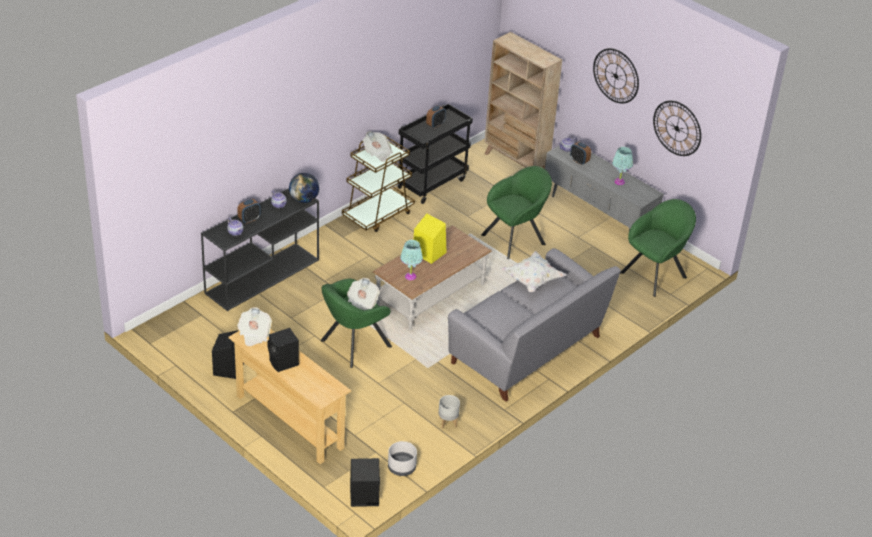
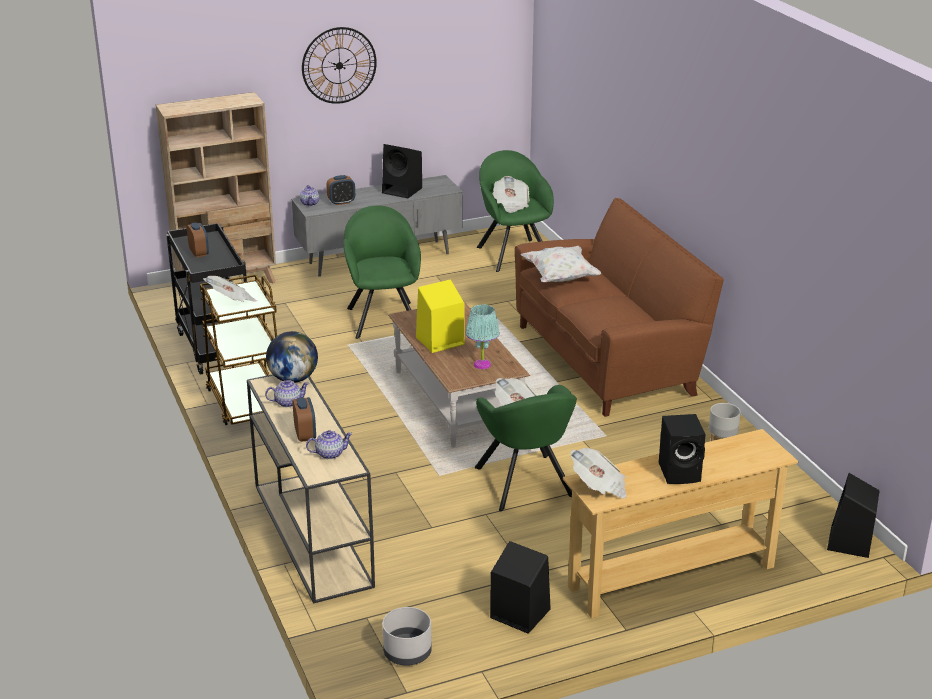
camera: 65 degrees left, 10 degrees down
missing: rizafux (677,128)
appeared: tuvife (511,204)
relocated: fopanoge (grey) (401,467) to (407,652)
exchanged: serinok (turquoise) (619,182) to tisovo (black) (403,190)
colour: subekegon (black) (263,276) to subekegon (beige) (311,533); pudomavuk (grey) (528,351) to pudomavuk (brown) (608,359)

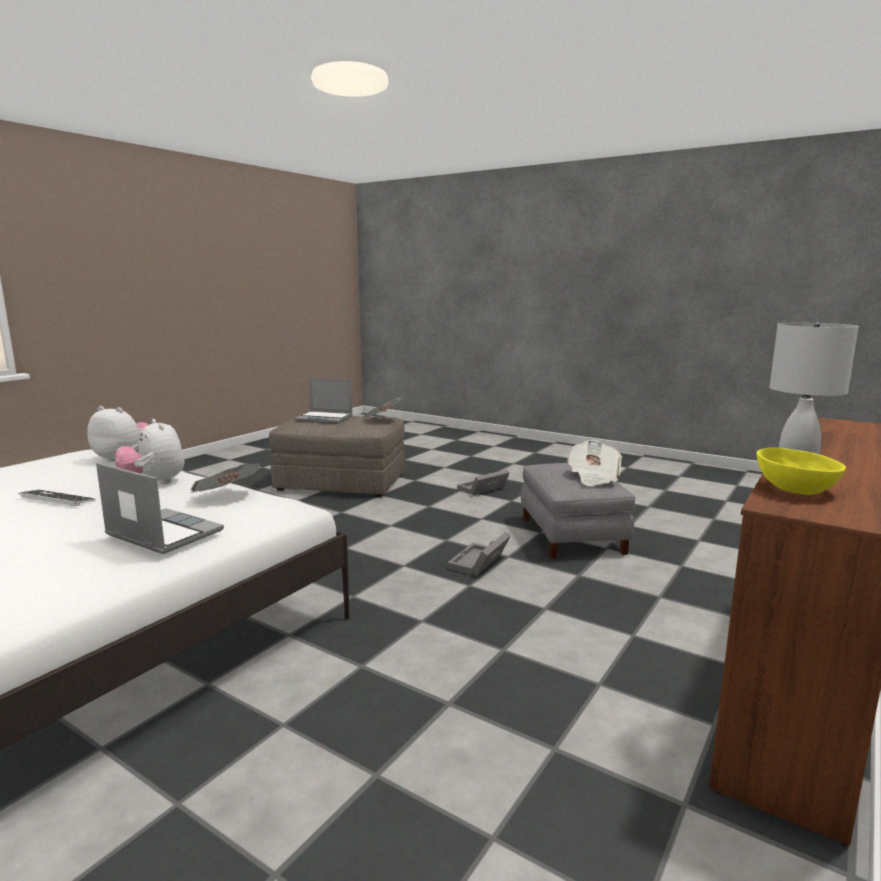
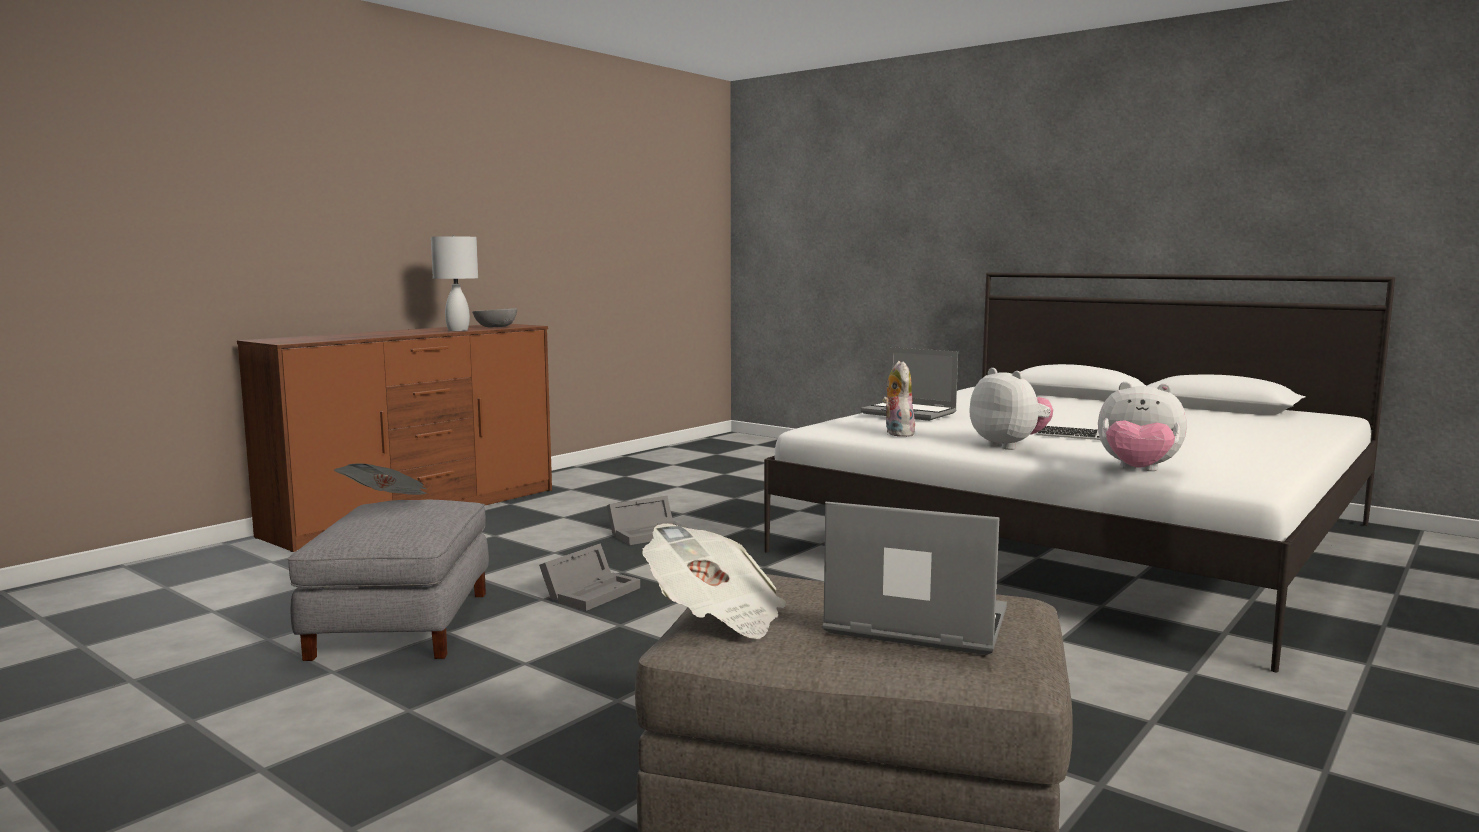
camera: 175 degrees left, 5 degrees down
relocated: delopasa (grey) (482,489) to (649,533)
exchanged: tuvife (226,496) to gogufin (896,433)
colour: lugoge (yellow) (794,489) to lugoge (grey) (496,327)

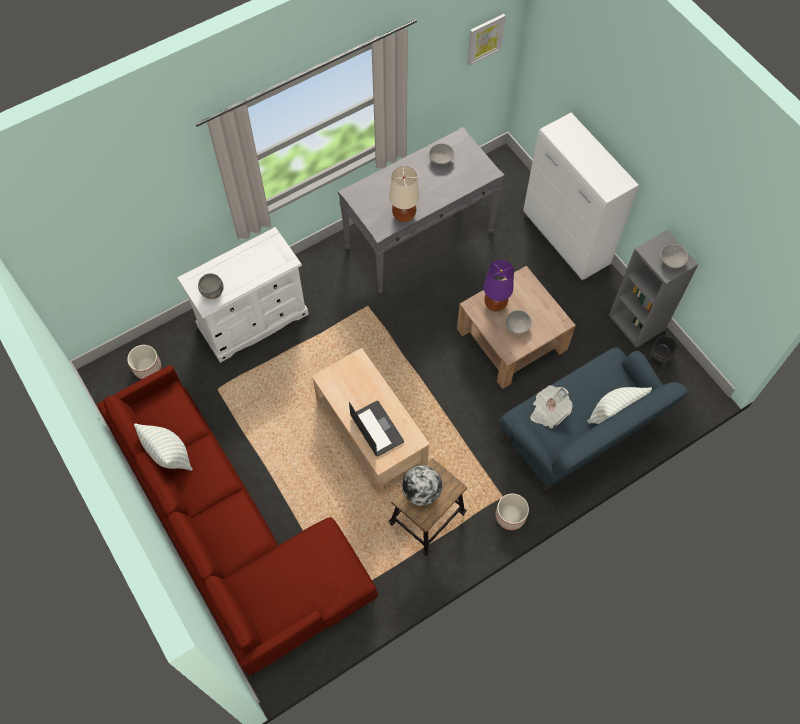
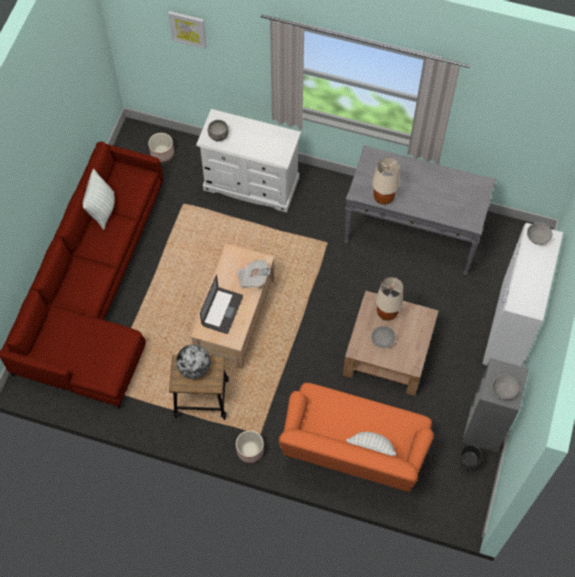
camera: 50 degrees right, 0 degrees up
relocated: lugoge (grey) (441,159) to (538,237); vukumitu (485,39) to (188,29); tuvife (548,411) to (252,278)
colour: serinok (purple) (495,304) to serinok (beige) (386,313); pudomavuk (blue) (579,434) to pudomavuk (orange) (353,451)

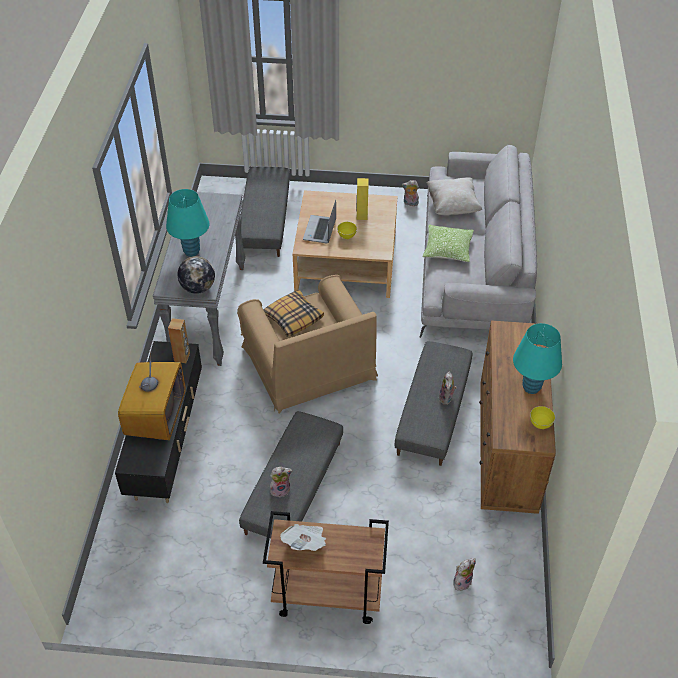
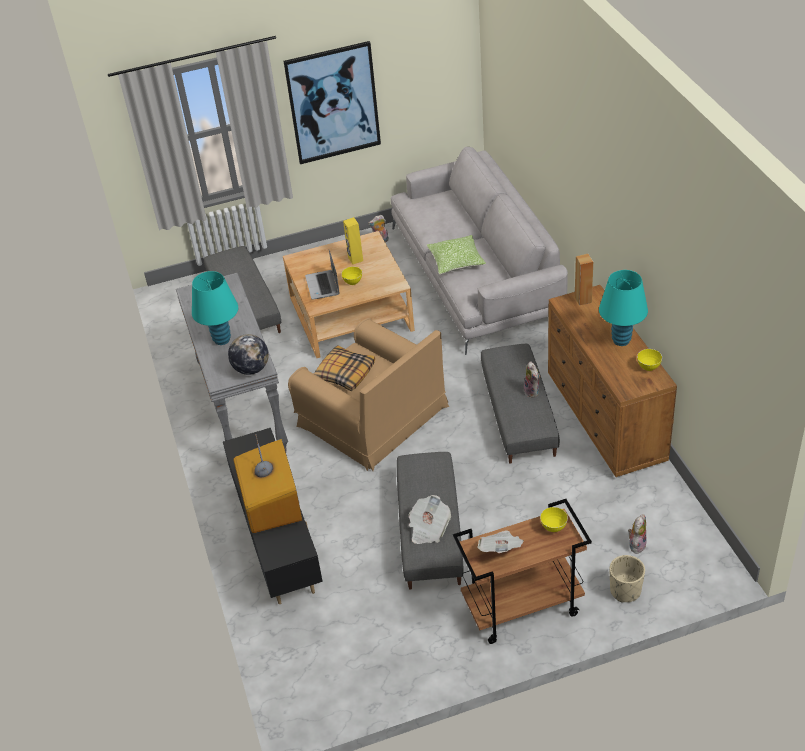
camera: 20 degrees left, 5 degrees down
missing: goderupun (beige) (452,206)
appeared: vukumitu (333,103); lugoge (yellow) (553,527); fopanoge (beige) (625,591)
relocated: tisovo (brown) (182,357) to (583,299)
exchanged: gogufin (280,489) to tuvife (428,528)

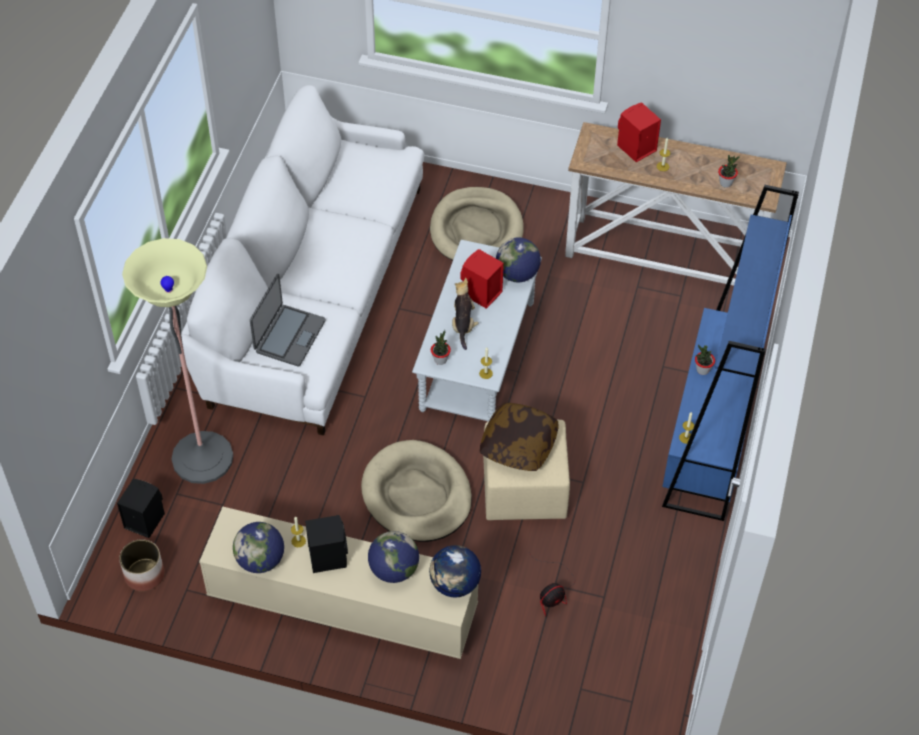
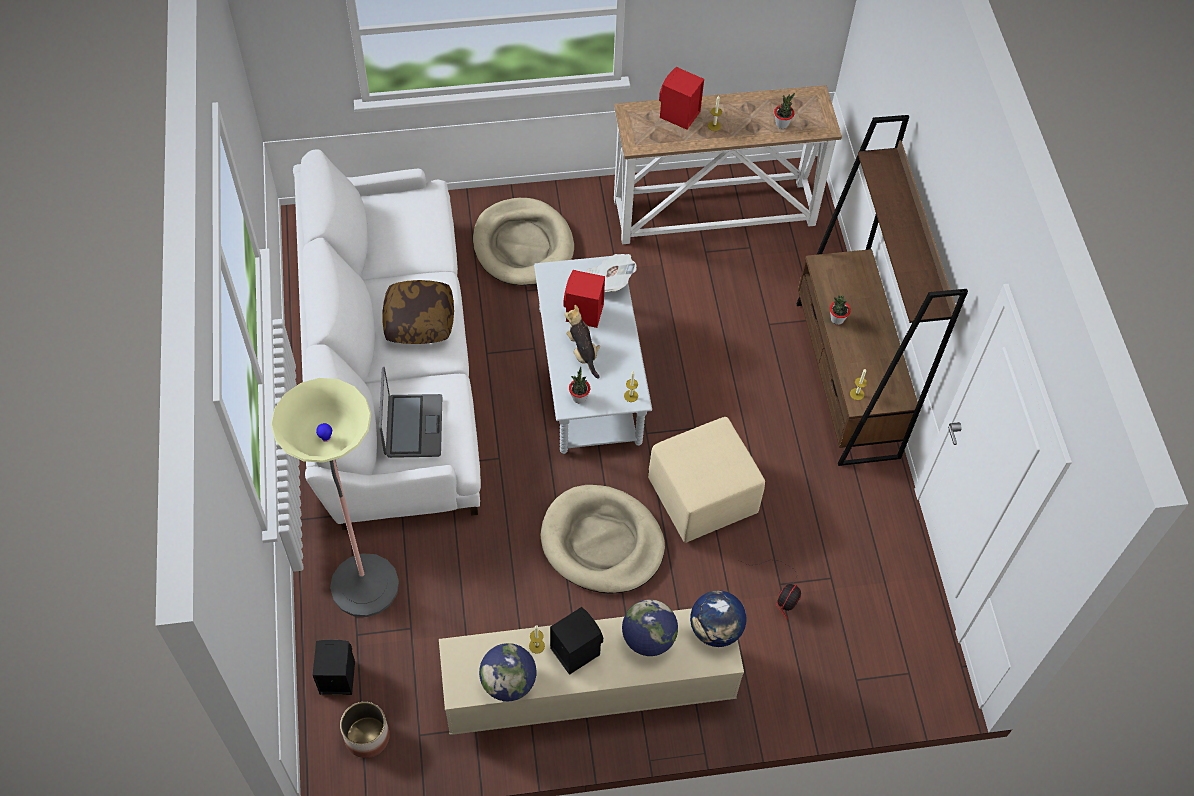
camera: 25 degrees left, 5 degrees up
relocated: goderupun (518,445) to (419,320)
exchanged: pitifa (517,274) to tuvife (609,281)
colour: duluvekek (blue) (710,436) to duluvekek (brown) (846,379)

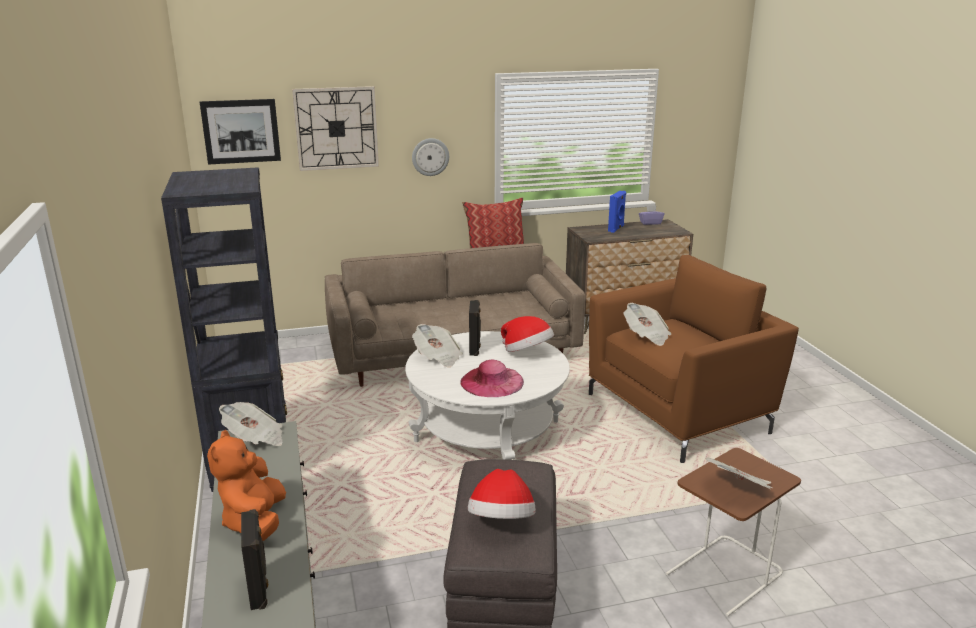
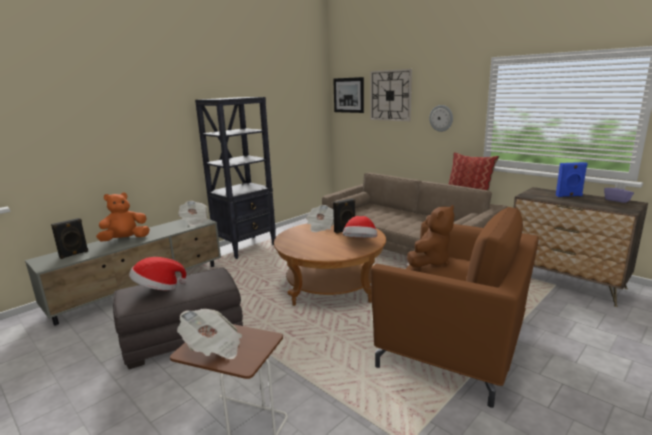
camera: 60 degrees right, 5 degrees down
missing: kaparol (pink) (492,382)
exchanged: tuvife (646,336) to gogufin (brown) (430,261)
colour: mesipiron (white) (487,431) to mesipiron (brown) (331,286)

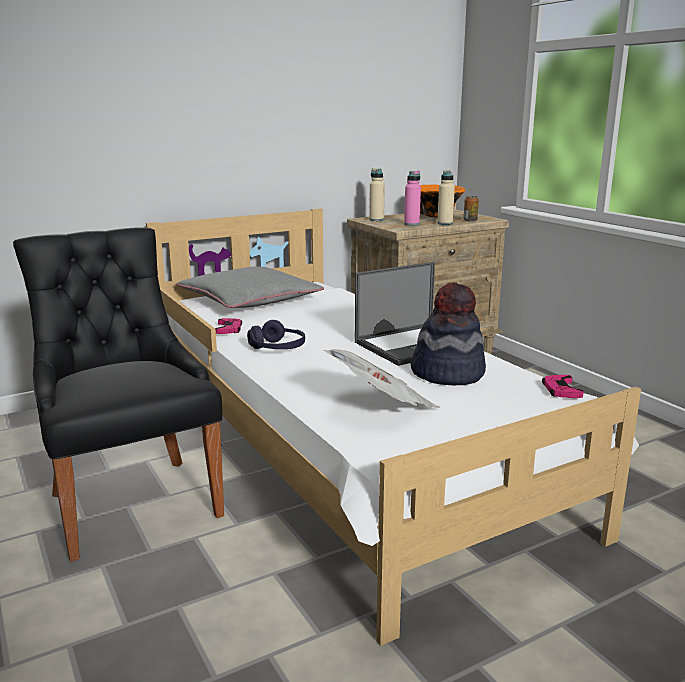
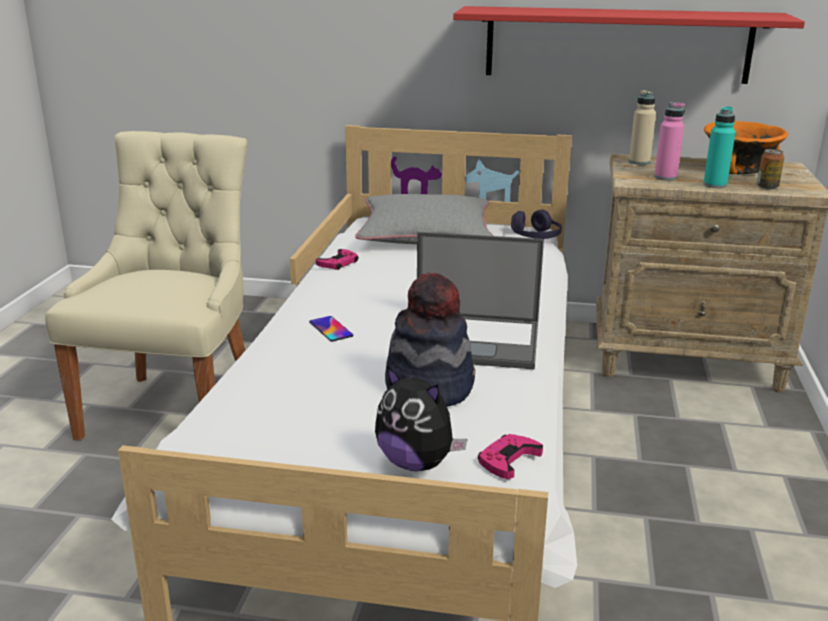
camera: 40 degrees right, 5 degrees up
missing: tuvife (382,406)
appeared: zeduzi (331,329); gogufin (417,463); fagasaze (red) (616,44)
relocated: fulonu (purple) (277,348) to (535,237)
colour: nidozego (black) (132,501) to nidozego (beige) (176,409); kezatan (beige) (445,223) to kezatan (turquoise) (715,185)

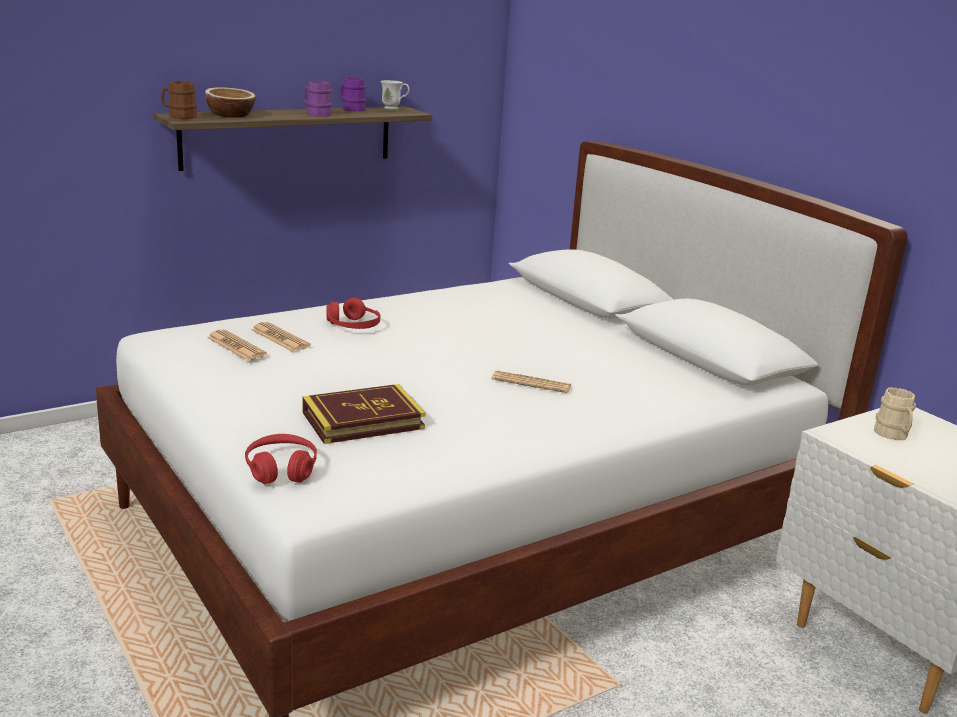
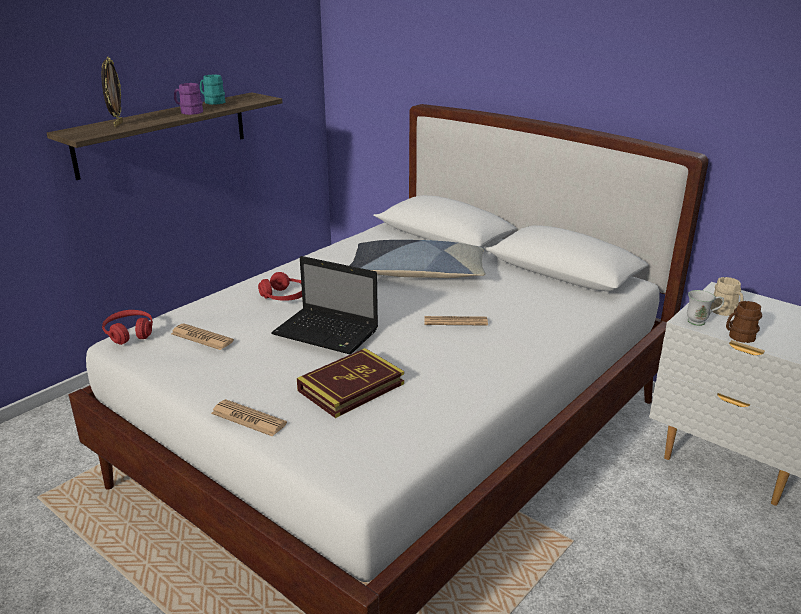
camera: 15 degrees left, 5 degrees up
appeared: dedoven (328,333); goderupun (417,273)
relocated: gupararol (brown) (179,116) to (738,337); fulonu (red) (281,469) to (129,333); tuvife (280,338) to (248,419); gupararol (white) (394,108) to (701,322)
exchanged: lugoge (230,115) to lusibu (117,124)
colour: gupararol (purple) (351,109) to gupararol (turquoise) (212,102)

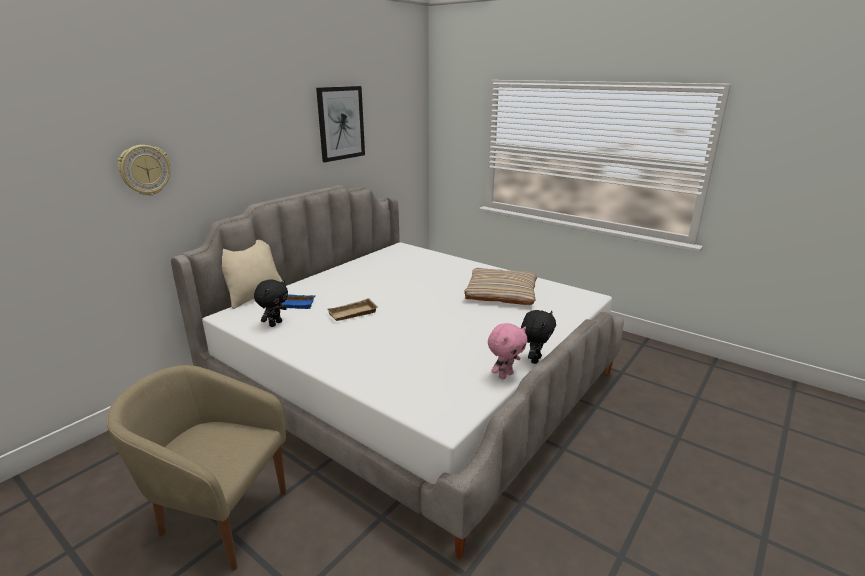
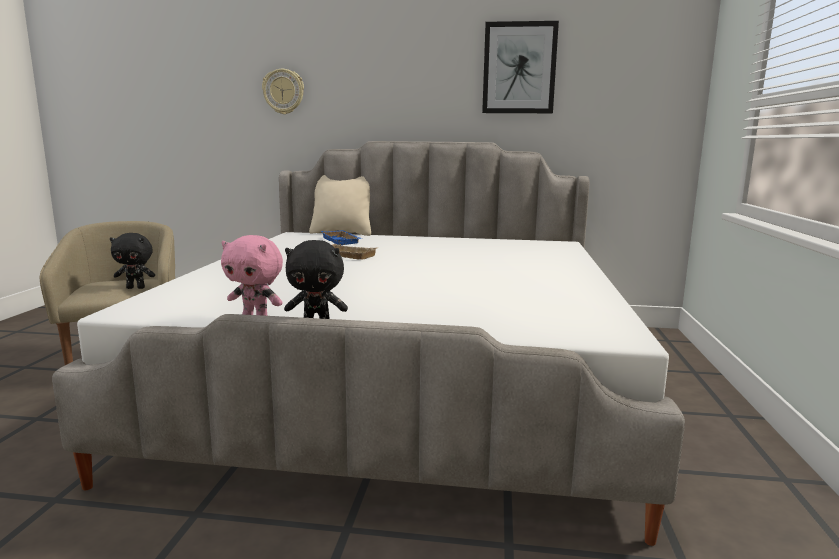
camera: 60 degrees right, 10 degrees down
missing: goderupun (beige) (501,292)
relocated: gogufin (black) (275,323) to (136,288)

